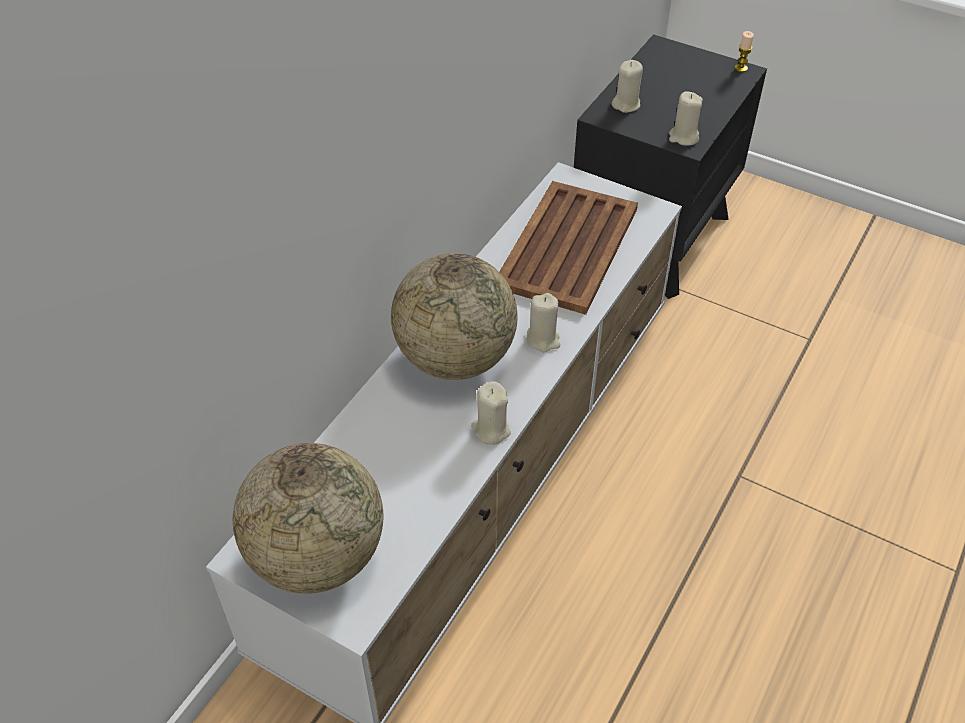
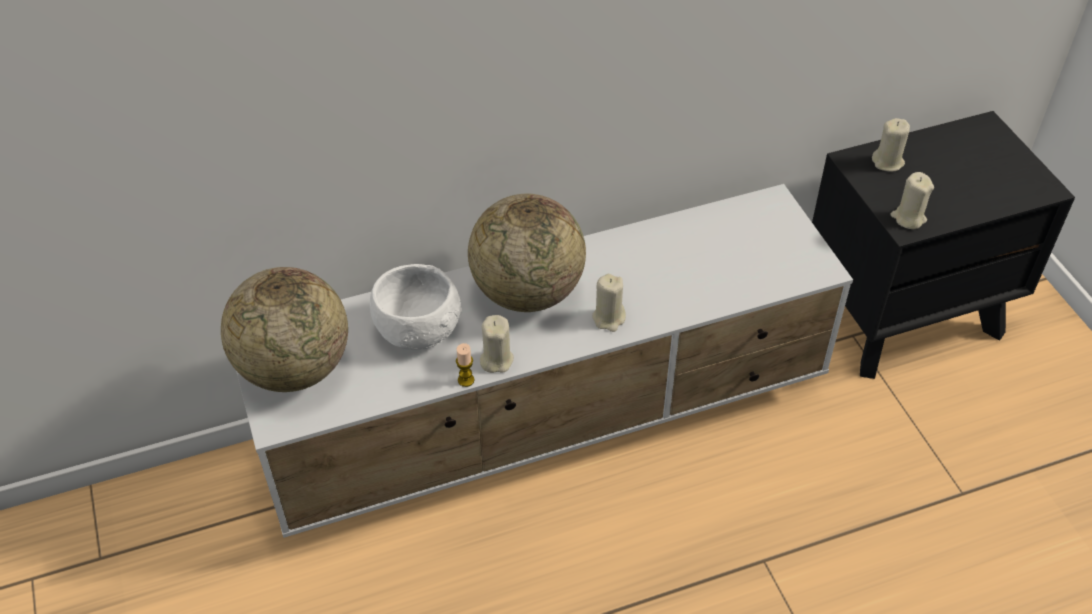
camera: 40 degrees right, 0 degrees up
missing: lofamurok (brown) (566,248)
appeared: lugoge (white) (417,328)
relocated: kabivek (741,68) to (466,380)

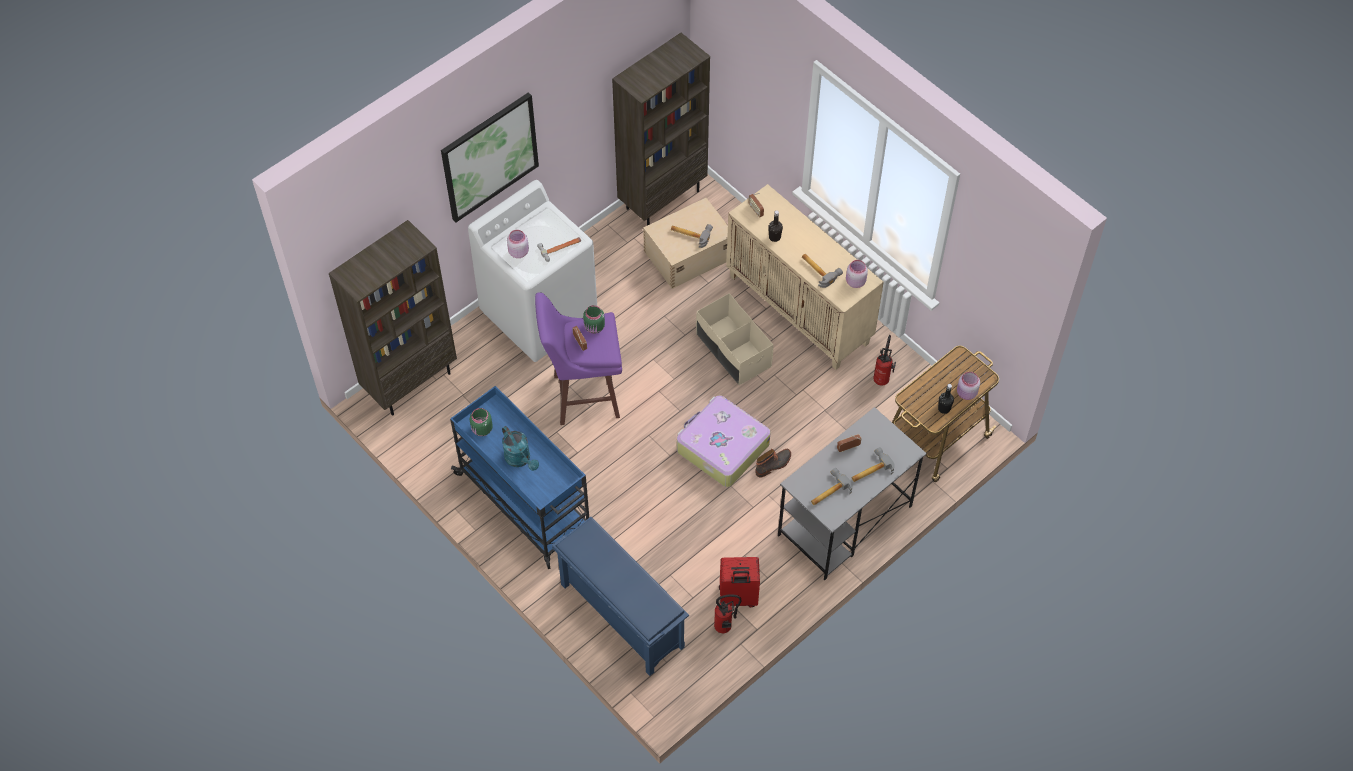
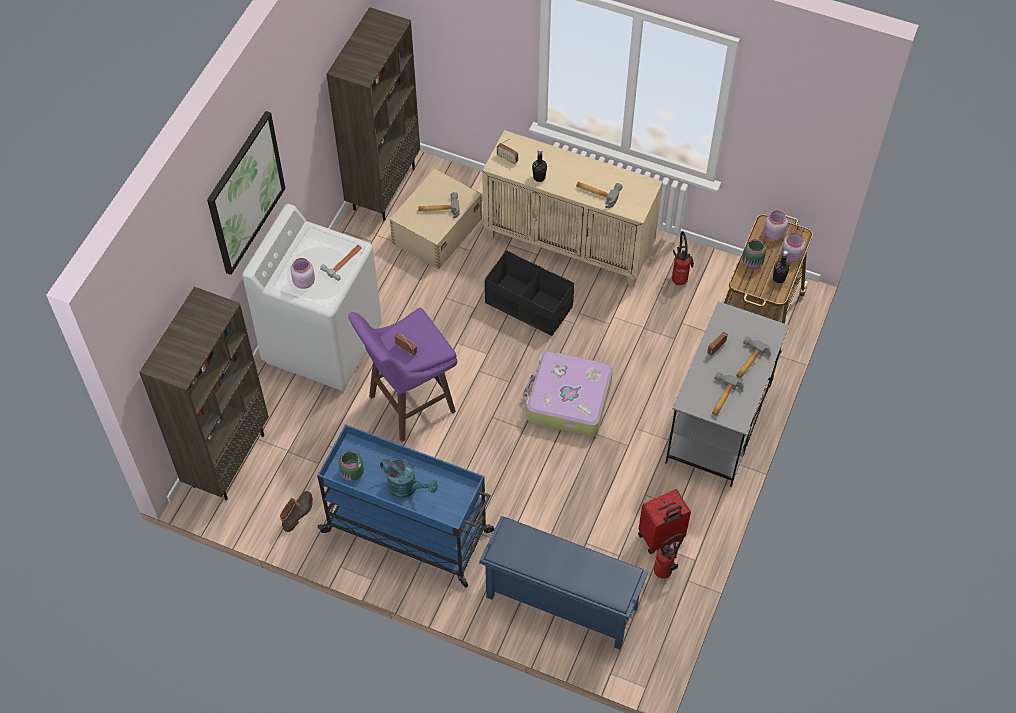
camera: 25 degrees left, 0 degrees up
relocated: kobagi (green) (594,327) to (752,263); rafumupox (773,465) to (298,513); kobagi (pink) (855,282) to (773,234)
colour: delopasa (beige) (733,350) to delopasa (black) (528,305)

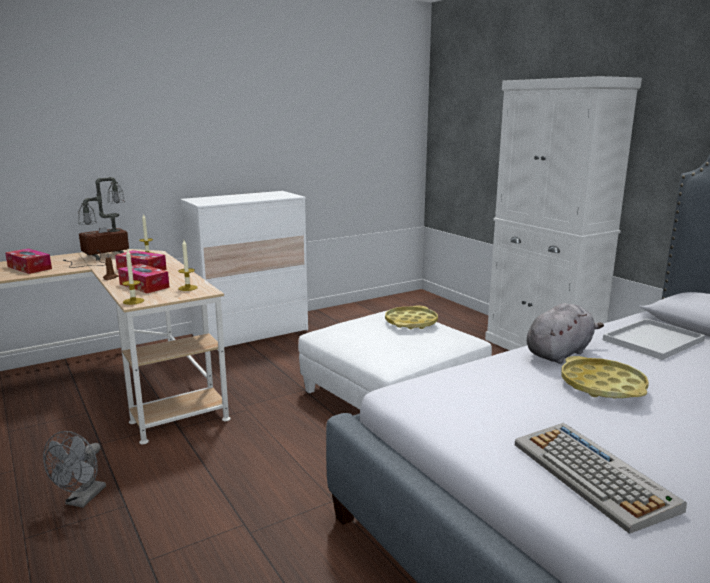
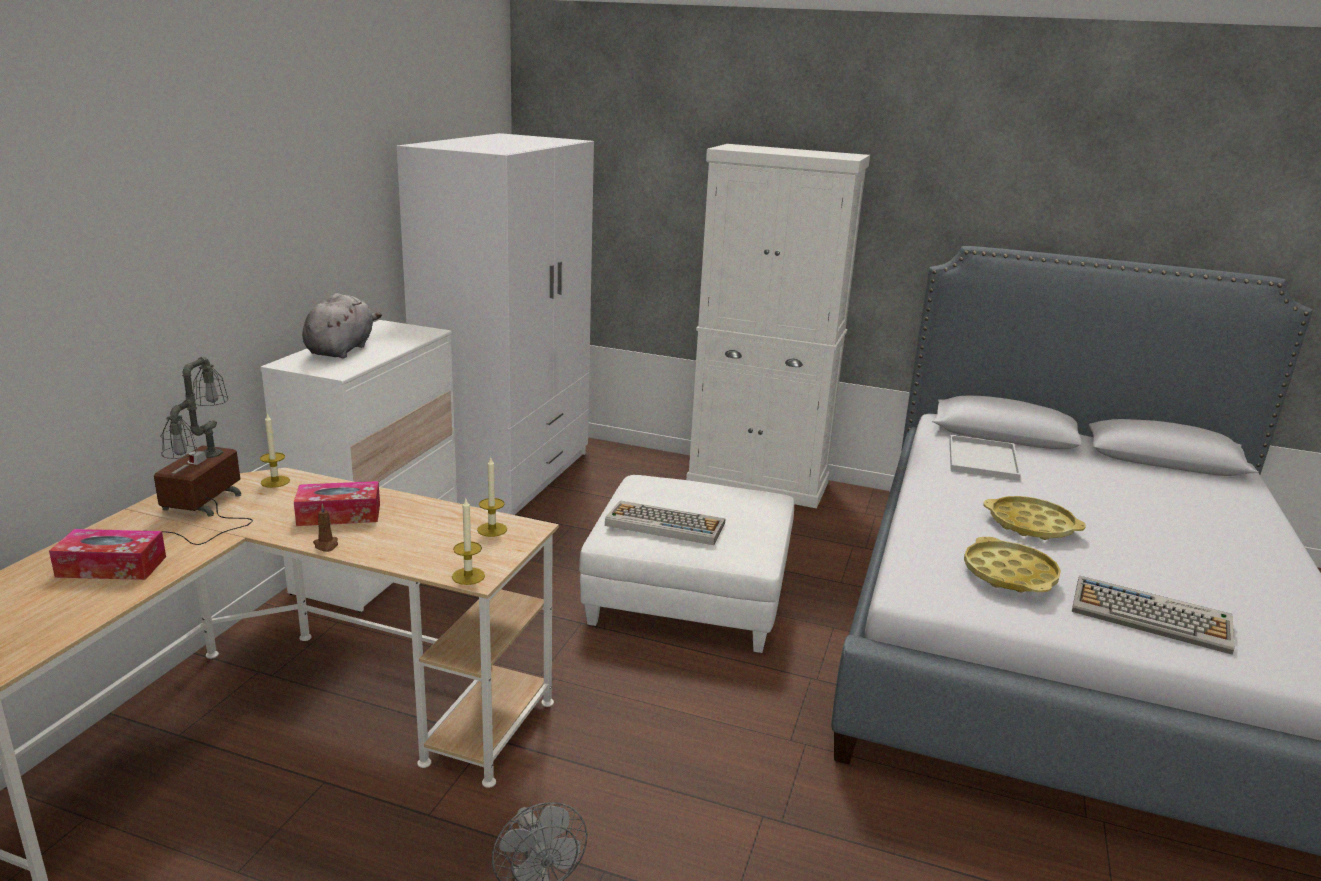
camera: 40 degrees left, 5 degrees up
missing: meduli (144,286)
appeared: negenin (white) (509,476); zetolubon (664,524)
relocated: lofamurok (yellow) (411,322) to (1009,574); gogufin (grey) (559,353) to (341,350)

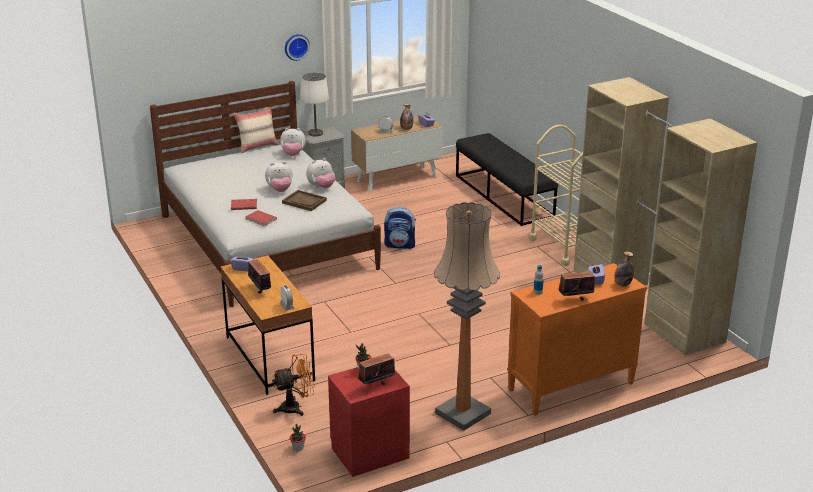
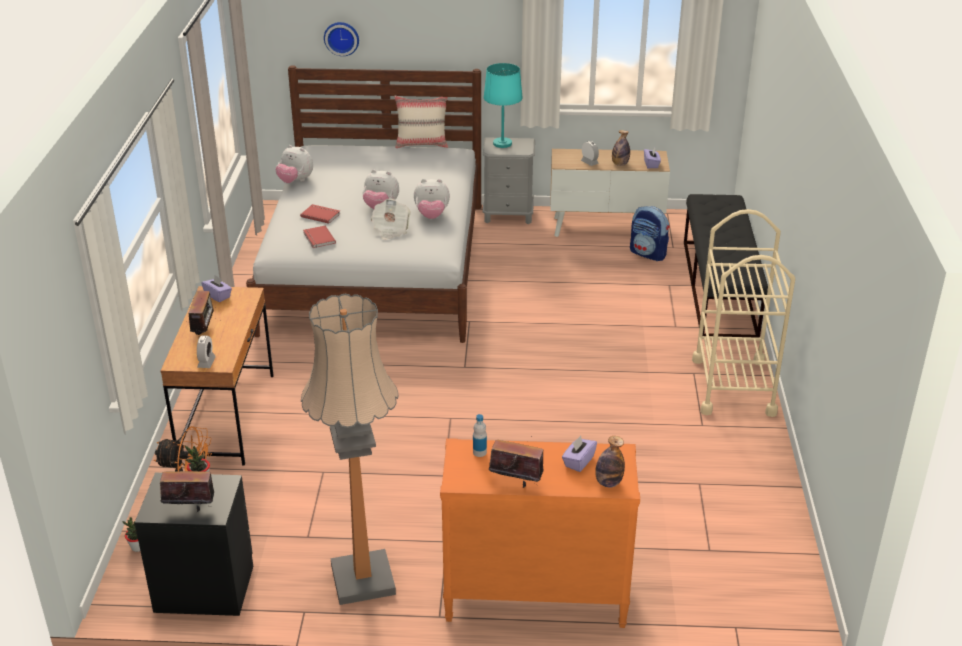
camera: 30 degrees right, 5 degrees up
missing: negenin (beige) (646,304)
relocated: gogufin (293,154) to (295,181); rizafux (296,46) to (341,38); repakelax (400,245) to (648,254)
exchanged: lofamurok (brown) (304,201) to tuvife (391,229)
colour: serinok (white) (316,133) to serinok (turquoise) (502,144); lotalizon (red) (369,452) to lotalizon (black) (205,587)

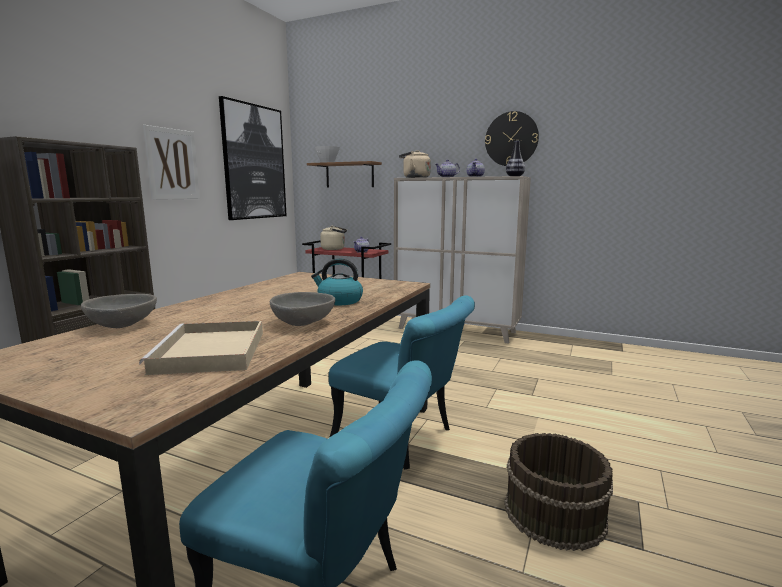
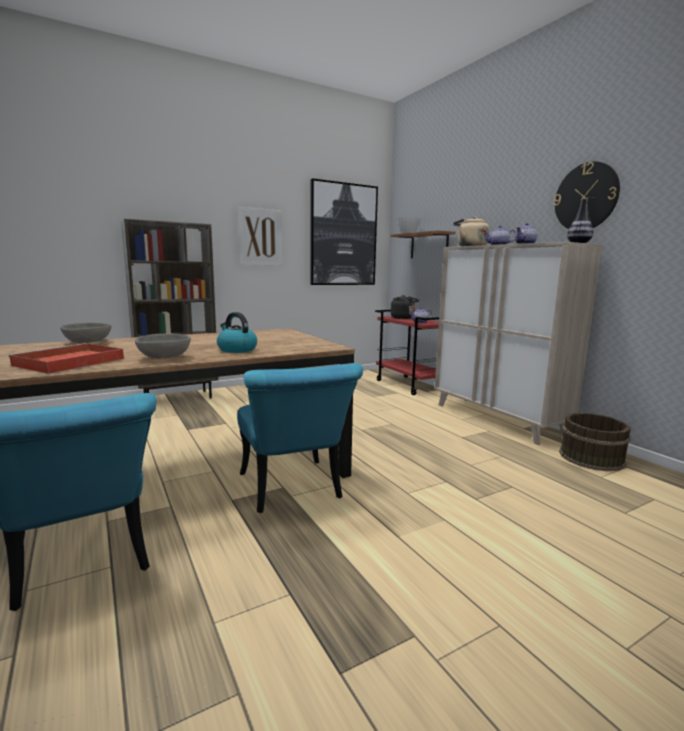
camera: 35 degrees right, 0 degrees up
relocated: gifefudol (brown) (553,513) to (590,457)
colour: lofamurok (beige) (211,352) to lofamurok (red) (68,362); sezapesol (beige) (334,249) to sezapesol (black) (403,318)

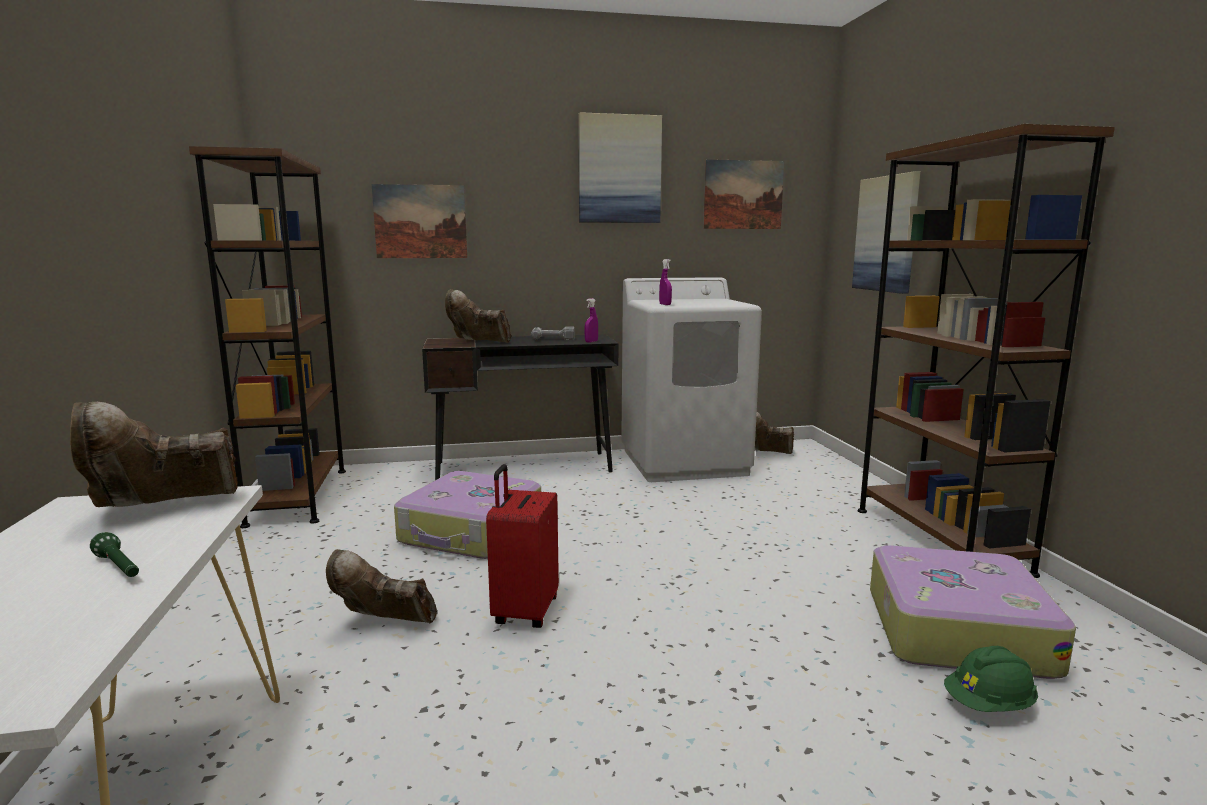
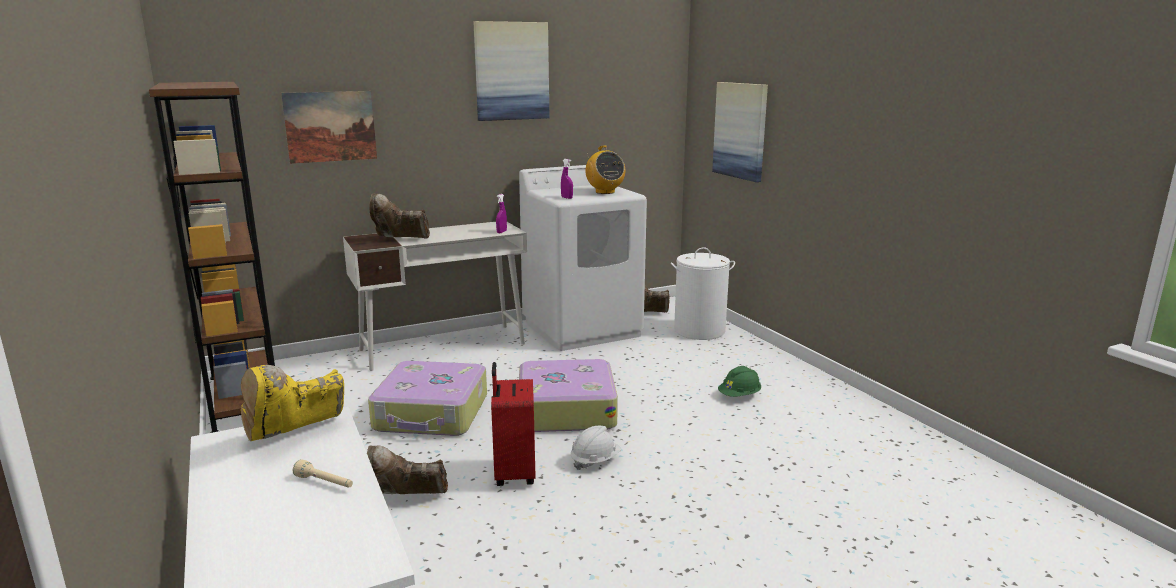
camera: 15 degrees left, 5 degrees up
missing: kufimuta (553,338); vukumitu (743,195); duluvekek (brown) (938,540)
appeared: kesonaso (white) (595,461); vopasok (605,192); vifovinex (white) (700,331)
relocated: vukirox (955,630) to (565,409); kesonaso (green) (989,705) to (739,396)
colour: rafumupox (brown) (161,509) to rafumupox (yellow) (295,436); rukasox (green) (119,568) to rukasox (beige) (325,483); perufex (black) (524,467) to perufex (white) (443,346)

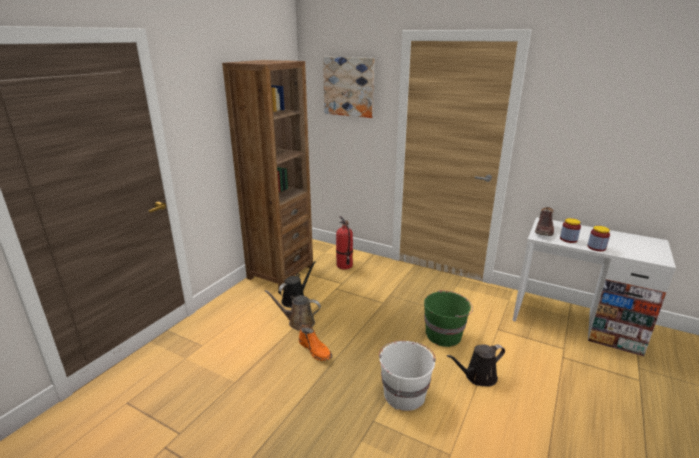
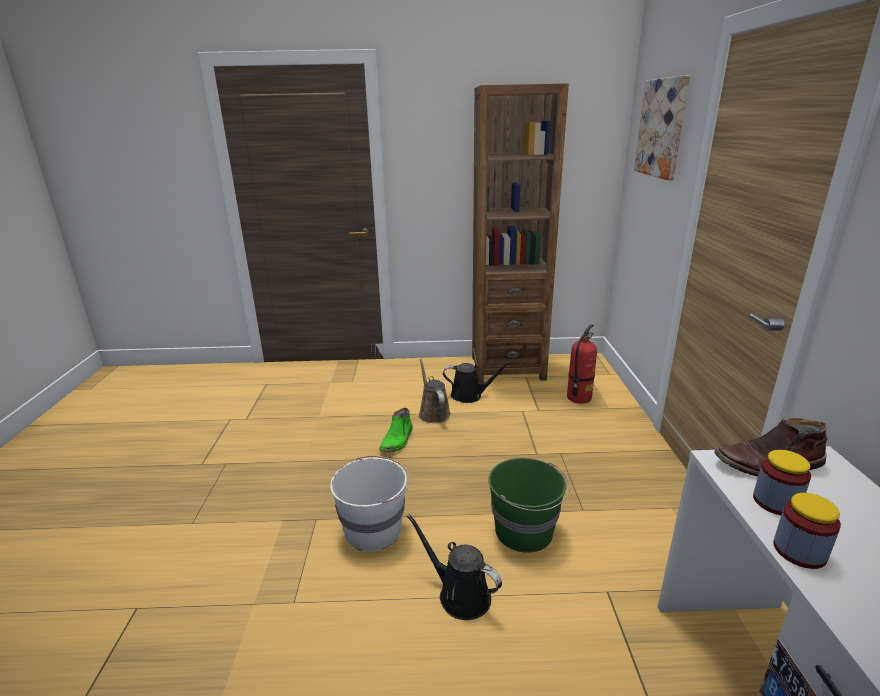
camera: 60 degrees right, 0 degrees up
colour: rafumupox (orange) (315,350) to rafumupox (green) (397,440)

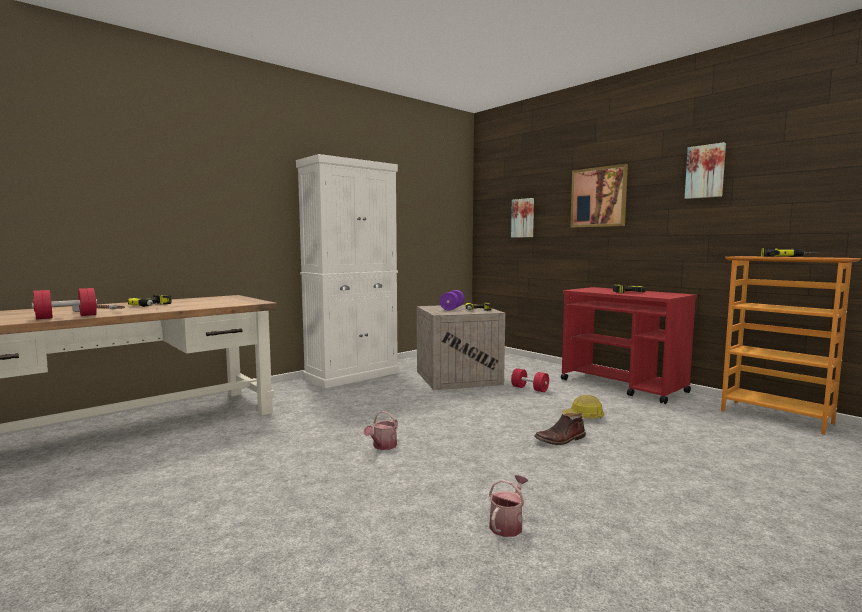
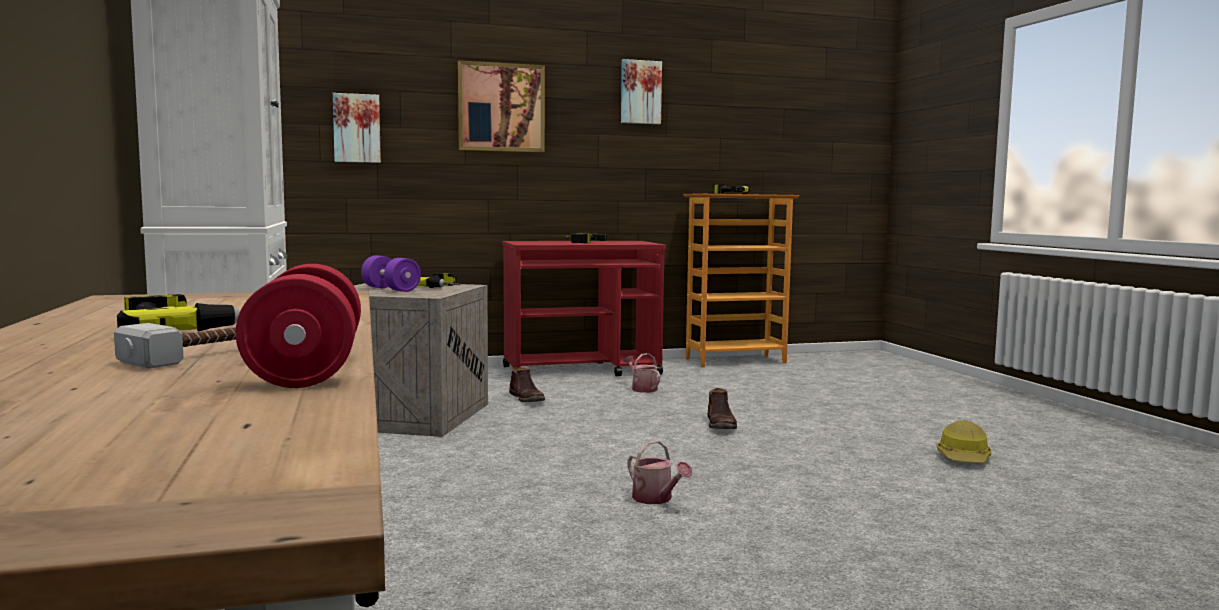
camera: 65 degrees left, 0 degrees up
relocated: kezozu (508,524) to (642,389); kesonaso (583,417) to (964,458)
exchanged: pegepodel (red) (529,389) to rafumupox (brown) (527,399)

